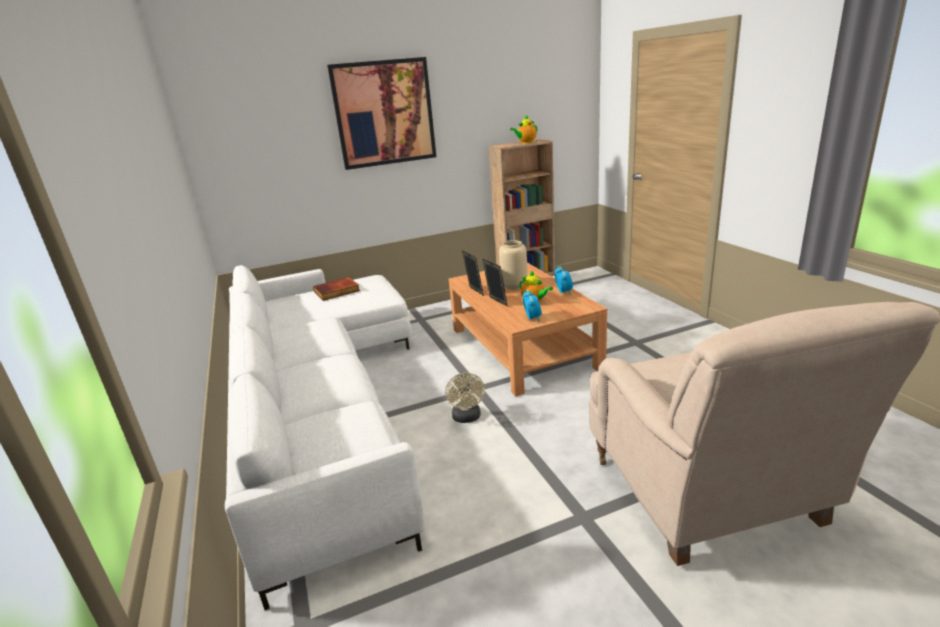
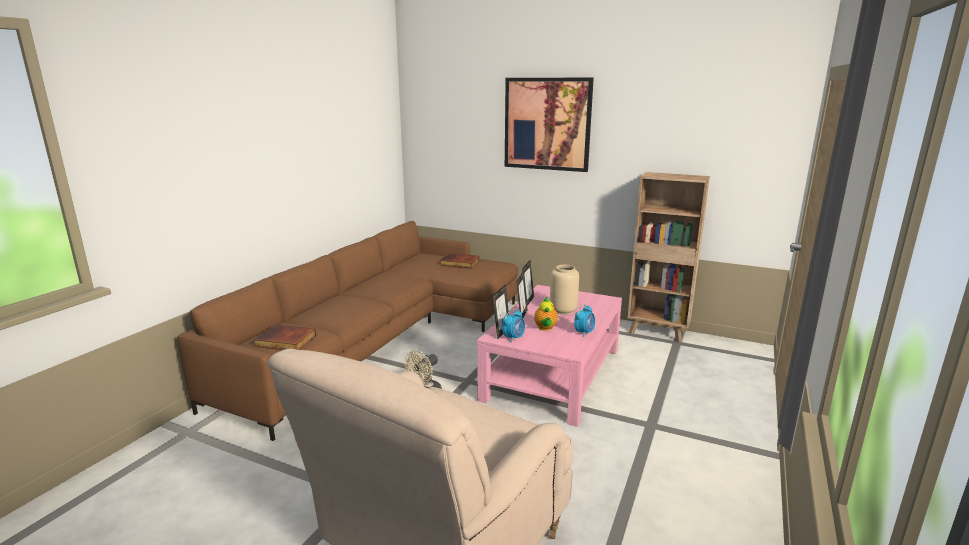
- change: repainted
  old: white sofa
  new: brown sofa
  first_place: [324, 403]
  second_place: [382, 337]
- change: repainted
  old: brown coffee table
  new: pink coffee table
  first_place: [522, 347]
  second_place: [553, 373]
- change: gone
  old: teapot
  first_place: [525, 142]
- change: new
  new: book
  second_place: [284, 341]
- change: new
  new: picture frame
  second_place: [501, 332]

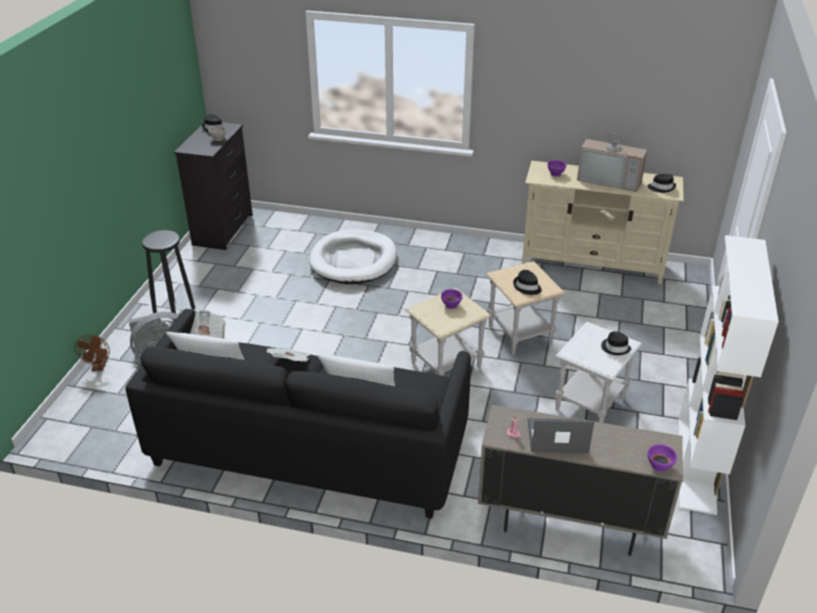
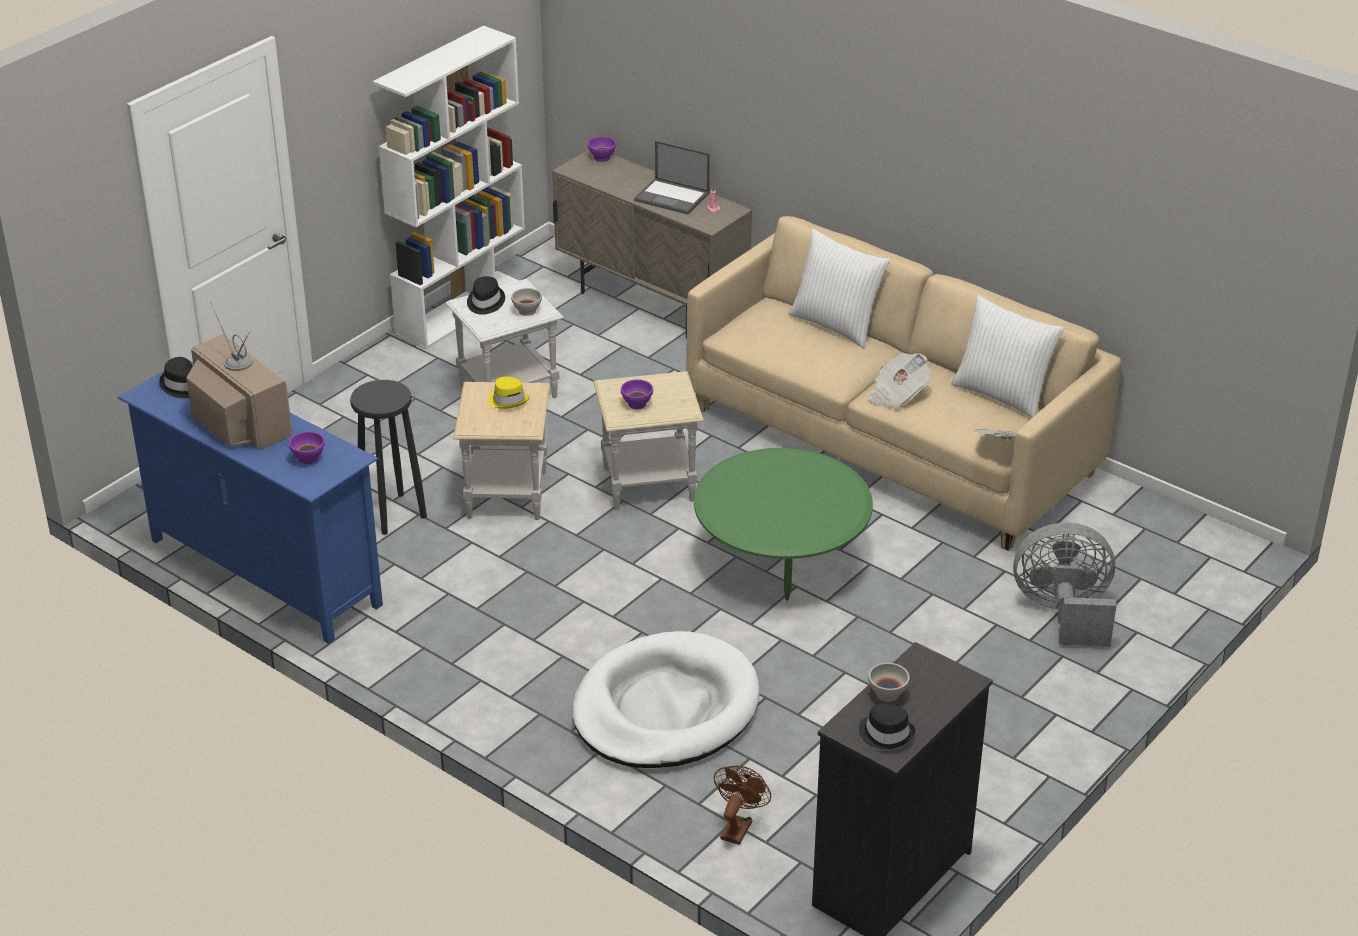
- change: shifted
  old: brown fan
  first_place: [99, 367]
  second_place: [738, 826]
- change: repainted
  old: black sofa
  new: beige sofa
  first_place: [309, 447]
  second_place: [892, 441]
- change: shifted
  old: black stool
  first_place: [174, 311]
  second_place: [392, 514]
- change: repainted
  old: black hat
  new: yellow hat
  first_place: [527, 287]
  second_place: [508, 399]
- change: repainted
  old: beige tv stand
  new: blue tv stand
  first_place: [592, 264]
  second_place: [263, 572]
- change: new
  new: white bowl
  second_place: [527, 311]
- change: new
  new: green coffee table
  second_place: [781, 560]

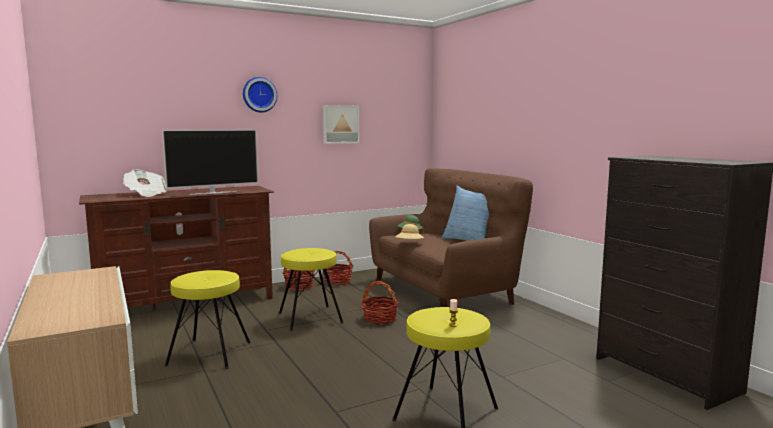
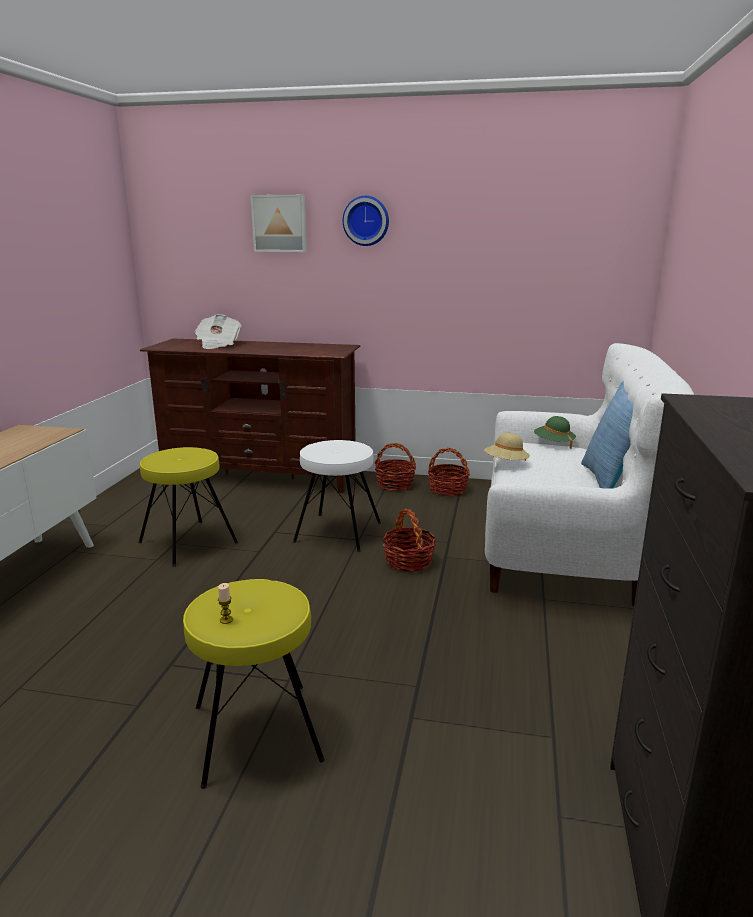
- change: gone
  old: television
  first_place: [213, 193]
- change: repainted
  old: yellow stool
  new: white stool
  first_place: [310, 318]
  second_place: [337, 532]
- change: shifted
  old: picture
  first_place: [340, 124]
  second_place: [280, 223]
- change: repainted
  old: brown sofa
  new: white sofa
  first_place: [445, 291]
  second_place: [565, 547]

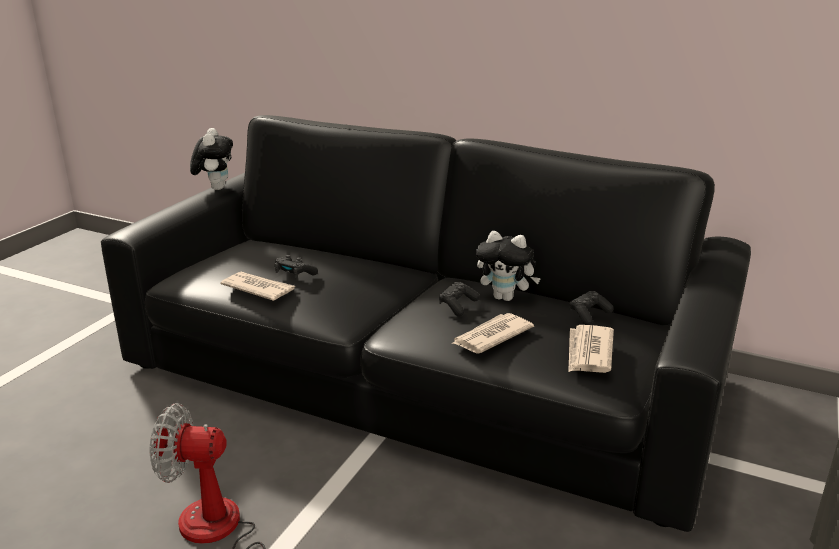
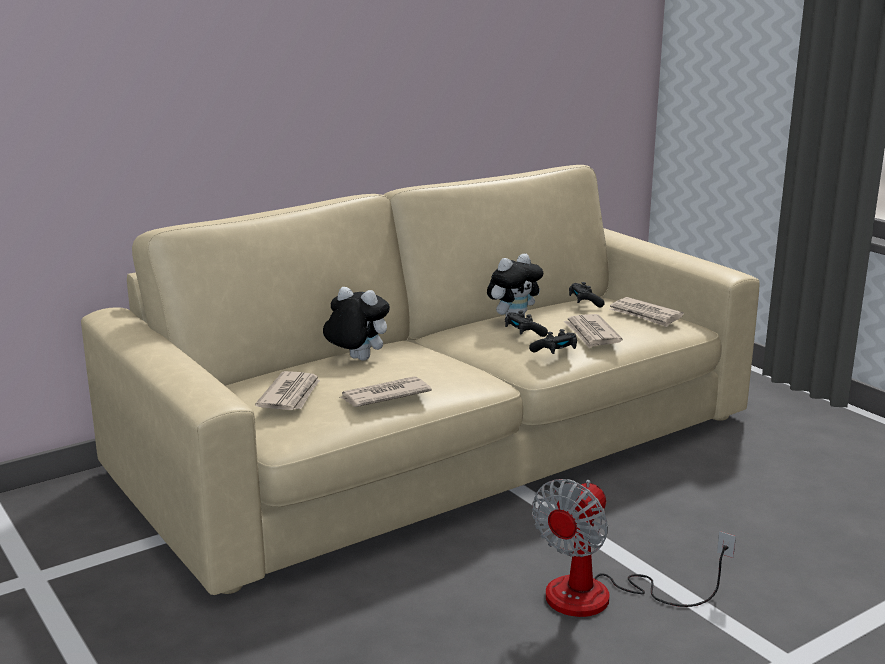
- change: repainted
  old: black sofa
  new: beige sofa
  first_place: [420, 374]
  second_place: [441, 445]
- change: shifted
  old: plush toy
  first_place: [215, 188]
  second_place: [356, 360]
- change: shifted
  old: black game controller
  first_place: [294, 274]
  second_place: [555, 351]
- change: new
  new: newspaper
  second_place: [291, 395]

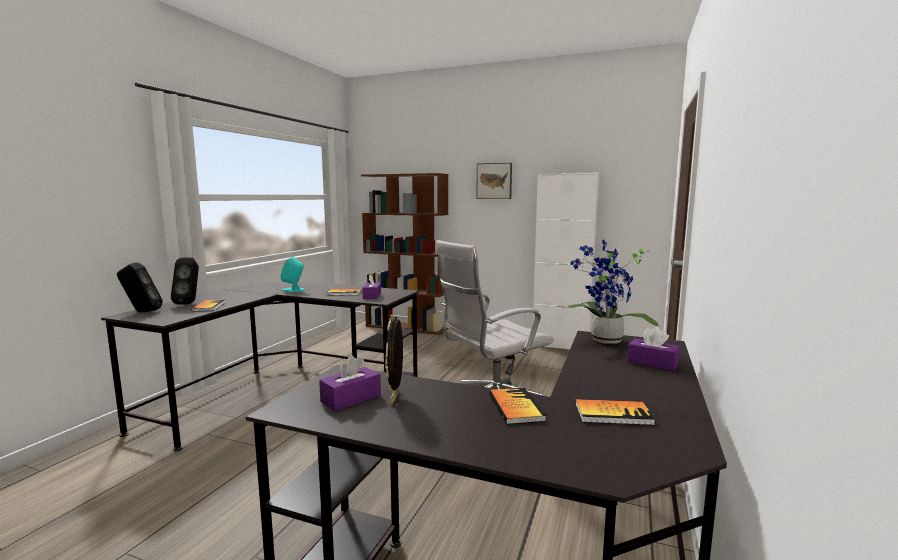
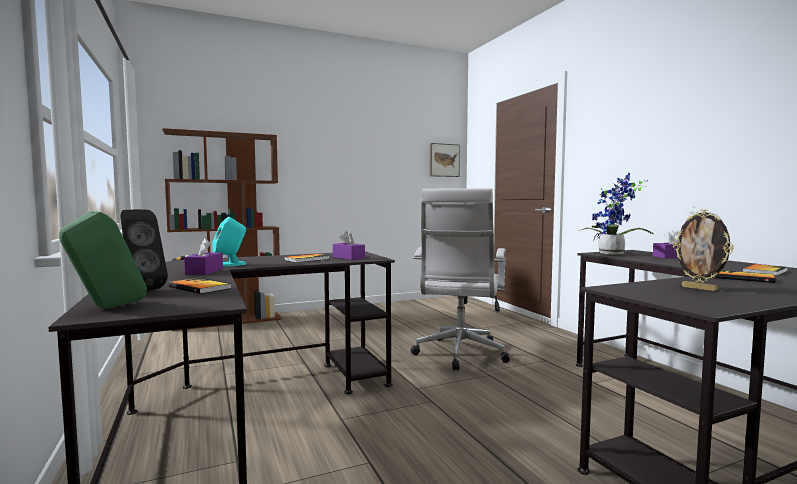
- change: repainted
  old: black speaker
  new: green speaker
  first_place: [141, 312]
  second_place: [106, 308]
- change: shifted
  old: purple tissue box
  first_place: [351, 398]
  second_place: [204, 271]
- change: shifted
  old: picture
  first_place: [494, 181]
  second_place: [443, 160]
- change: gone
  old: white cabinet
  first_place: [561, 345]

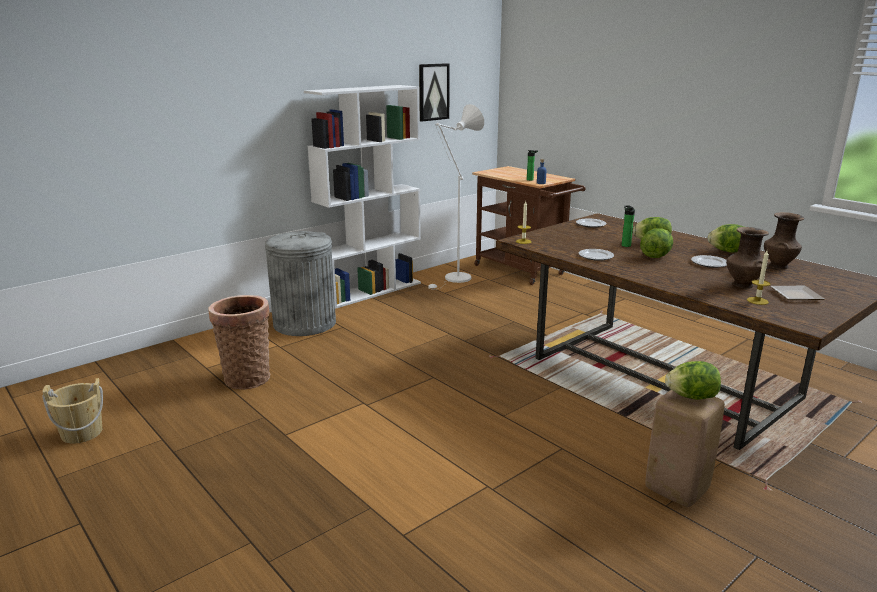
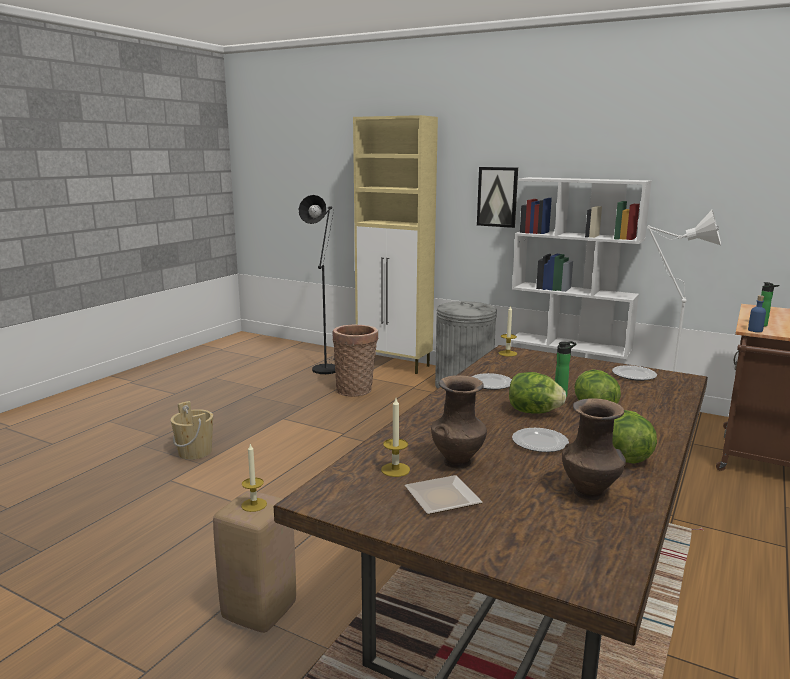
- change: shifted
  old: beige bucket
  first_place: [82, 433]
  second_place: [195, 452]
- change: shifted
  old: picture
  first_place: [433, 92]
  second_place: [497, 197]
- change: swapped
  old: lettuce
  new: candle
  first_place: [691, 397]
  second_place: [254, 505]
- change: new
  new: black floor lamp
  second_place: [326, 368]
- change: new
  new: beige cabinet
  second_place: [395, 365]

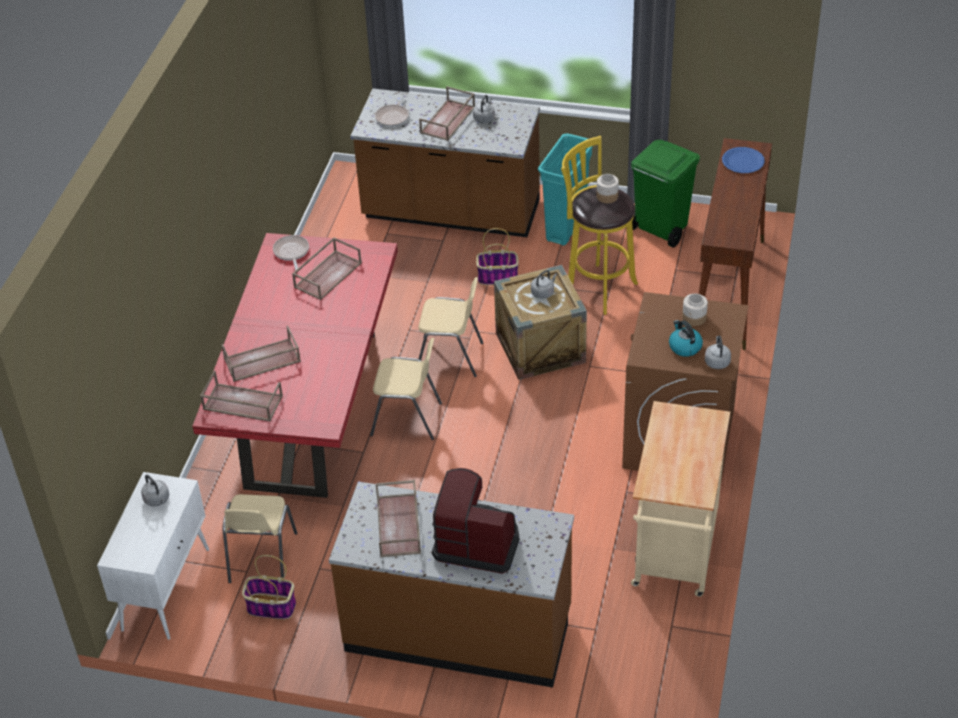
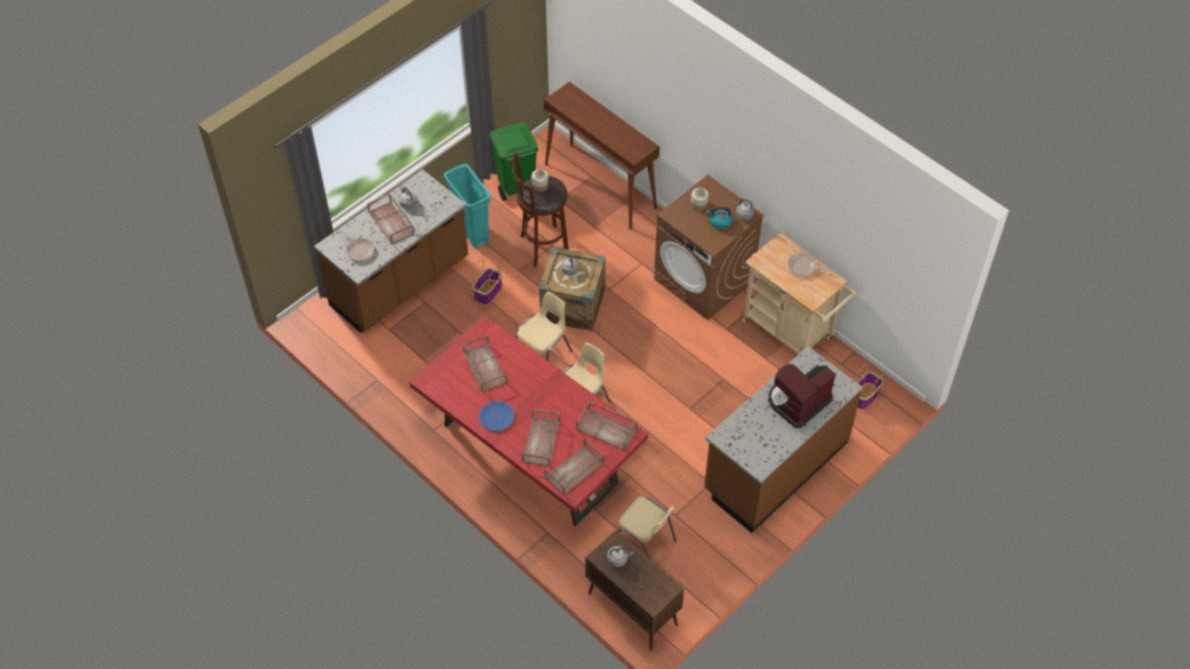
- change: repainted
  old: white cabinet
  new: brown cabinet
  first_place: [166, 588]
  second_place: [631, 609]
- change: shifted
  old: basket
  first_place: [270, 607]
  second_place: [864, 397]
- change: shifted
  old: frying pan
  first_place: [291, 252]
  second_place: [803, 267]
- change: shifted
  old: brown tray
  first_place: [399, 525]
  second_place: [607, 429]
- change: repainted
  old: yellow stool
  new: brown stool
  first_place: [597, 287]
  second_place: [542, 247]
- change: shifted
  old: blue plate
  first_place: [743, 161]
  second_place: [496, 417]

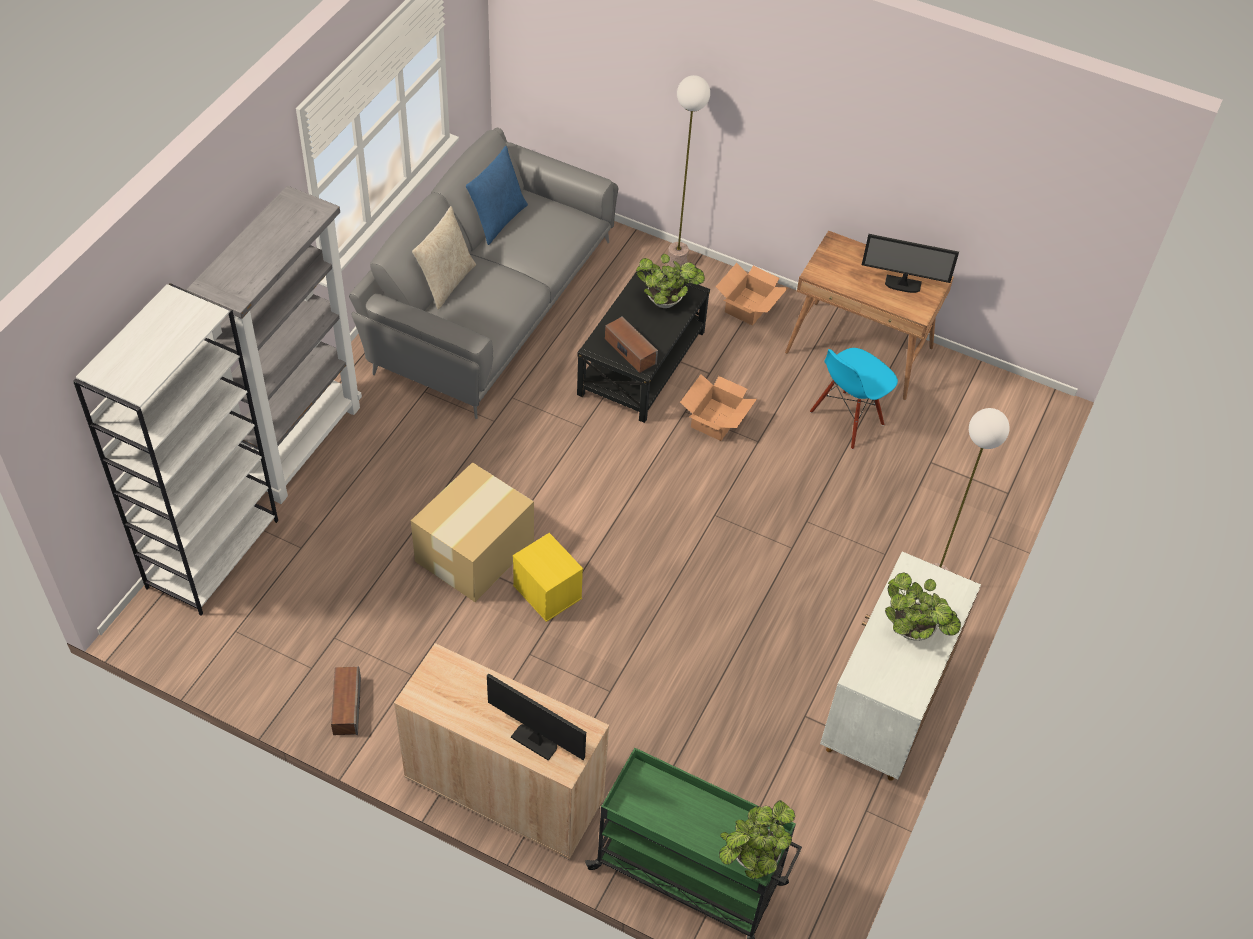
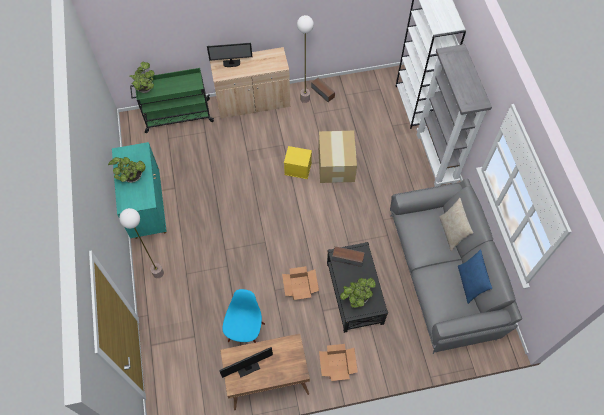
- change: shifted
  old: floor lamp
  first_place: [677, 264]
  second_place: [305, 98]
- change: repainted
  old: white cabinet
  new: turquoise cabinet
  first_place: [883, 711]
  second_place: [147, 208]

